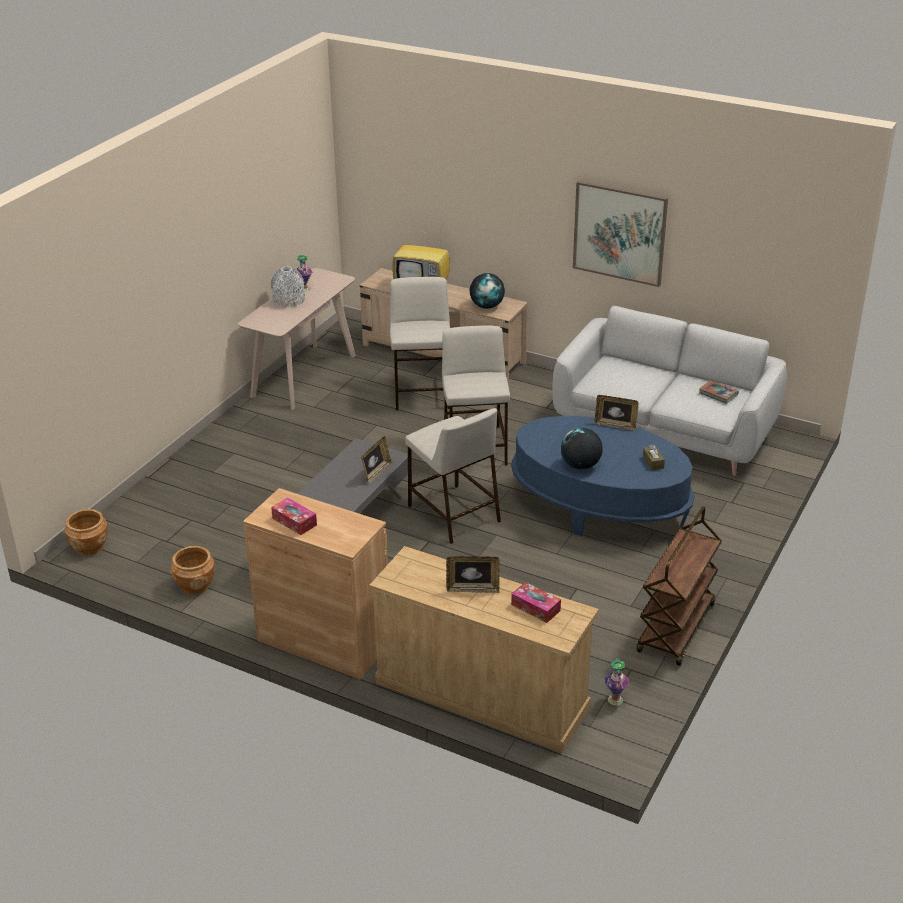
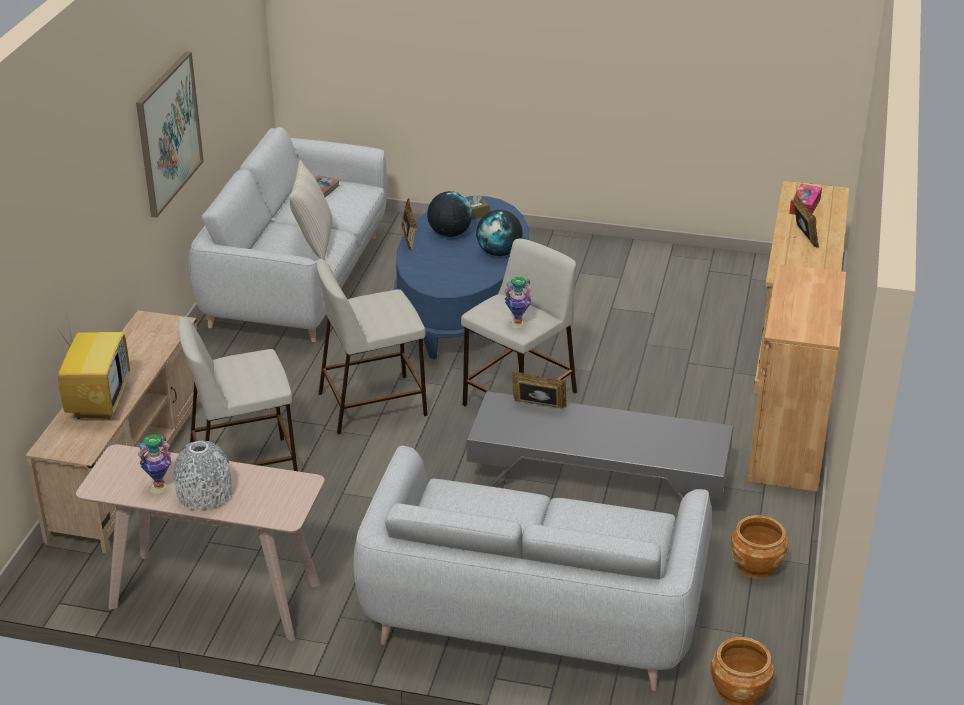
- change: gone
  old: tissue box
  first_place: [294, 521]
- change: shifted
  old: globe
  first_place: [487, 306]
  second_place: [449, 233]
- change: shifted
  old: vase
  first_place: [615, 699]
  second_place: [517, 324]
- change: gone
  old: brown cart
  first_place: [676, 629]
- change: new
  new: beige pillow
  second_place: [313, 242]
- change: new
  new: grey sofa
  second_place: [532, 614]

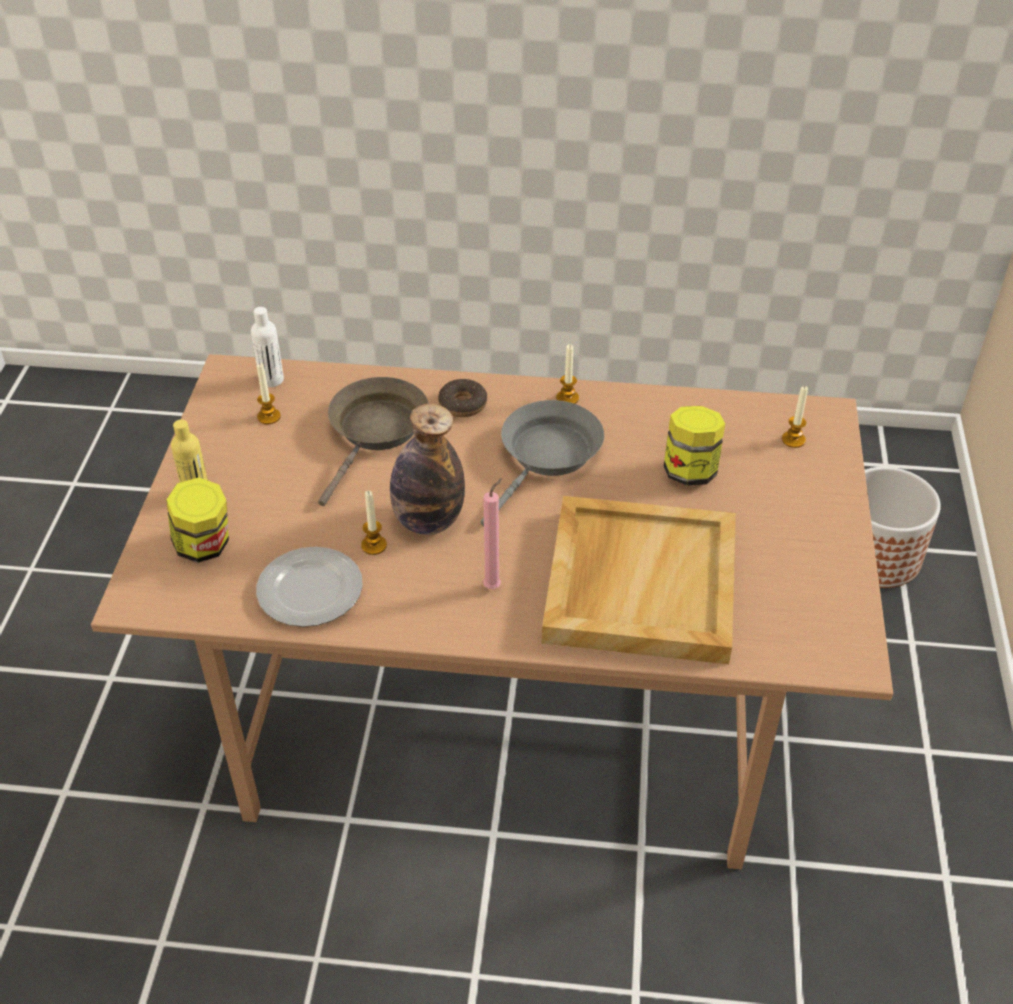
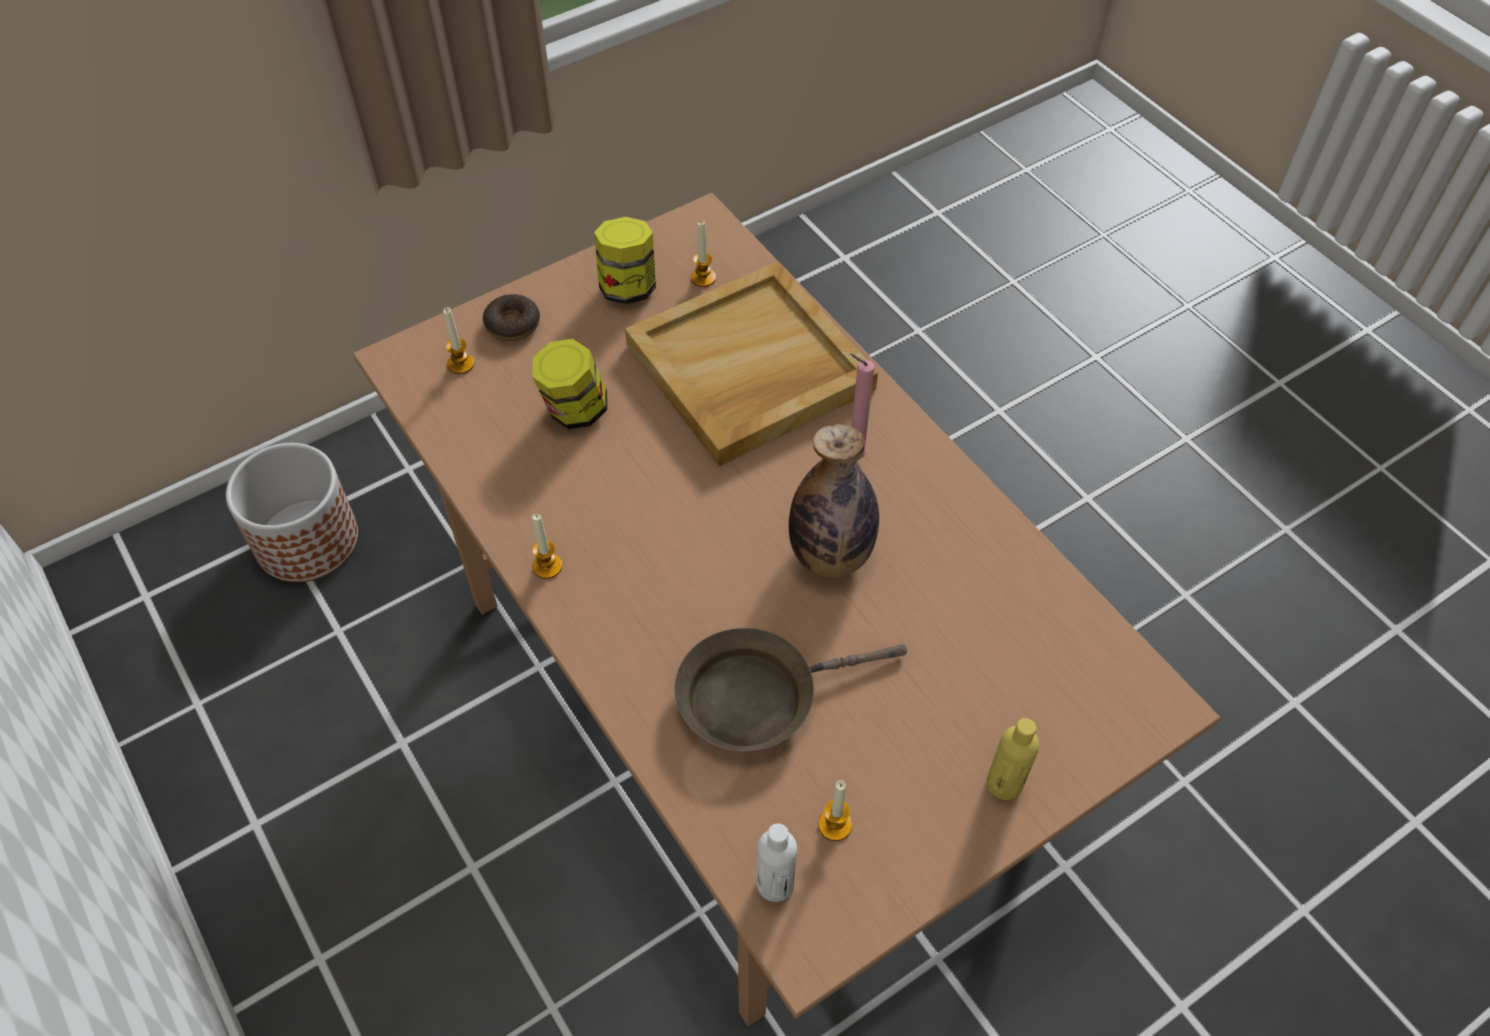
- change: shifted
  old: jar
  first_place: [204, 546]
  second_place: [628, 287]
- change: gone
  old: plate
  first_place: [309, 591]
- change: shifted
  old: candle
  first_place: [374, 545]
  second_place: [703, 278]
- change: shifted
  old: donut
  first_place: [462, 404]
  second_place: [512, 324]
- change: gone
  old: grey frying pan
  first_place: [547, 456]

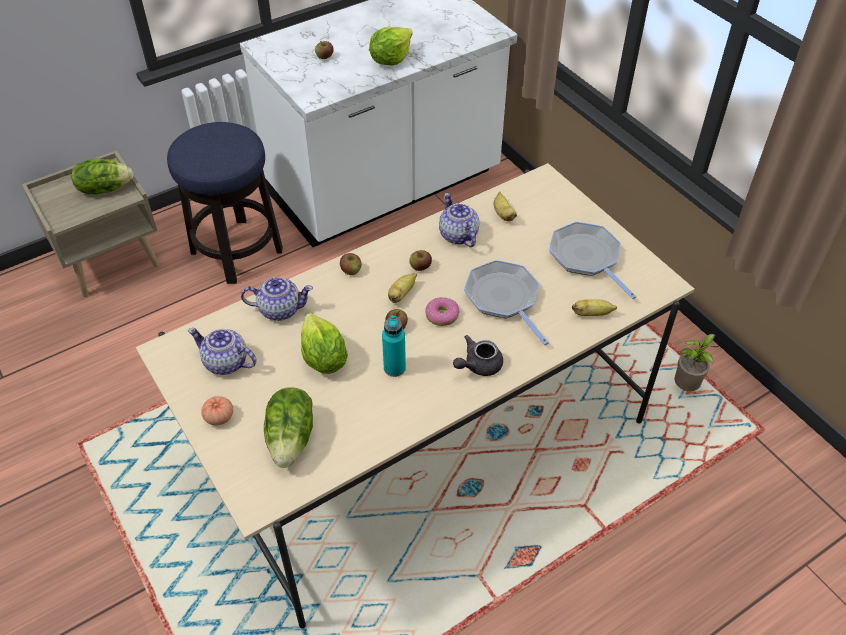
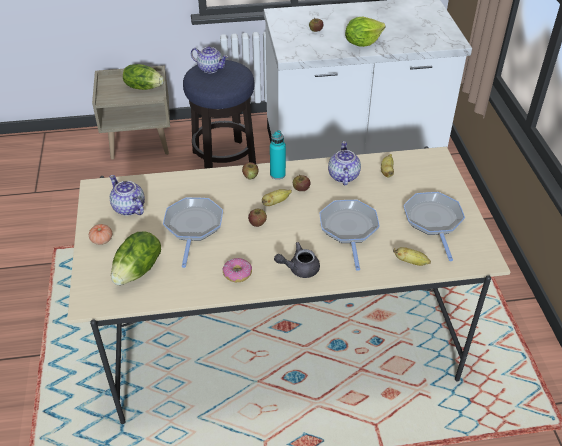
- change: shifted
  old: teapot
  first_place: [279, 309]
  second_place: [210, 68]
- change: swapped
  old: lettuce
  new: frying pan
  first_place: [323, 359]
  second_place: [193, 227]
- change: shifted
  old: turquoise bottle
  first_place: [394, 368]
  second_place: [277, 174]
- change: shifted
  old: donut
  first_place: [442, 316]
  second_place: [237, 274]
- change: gone
  old: potted plant
  first_place: [686, 387]

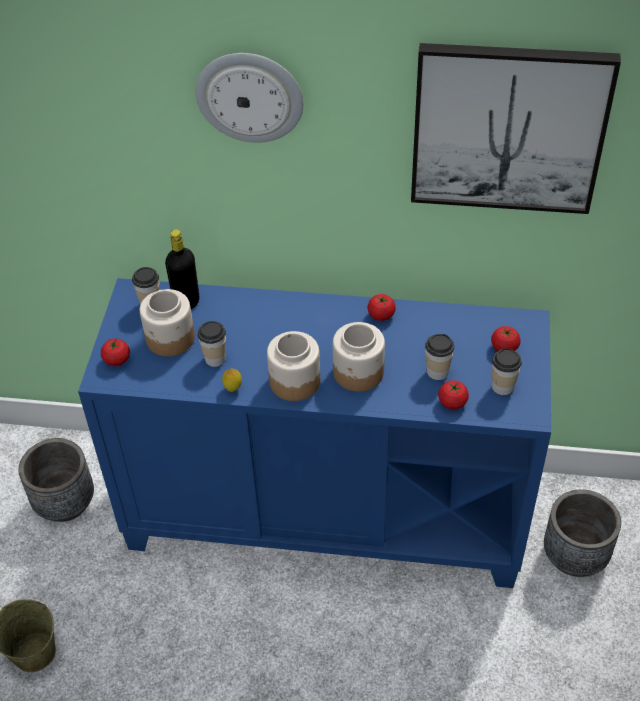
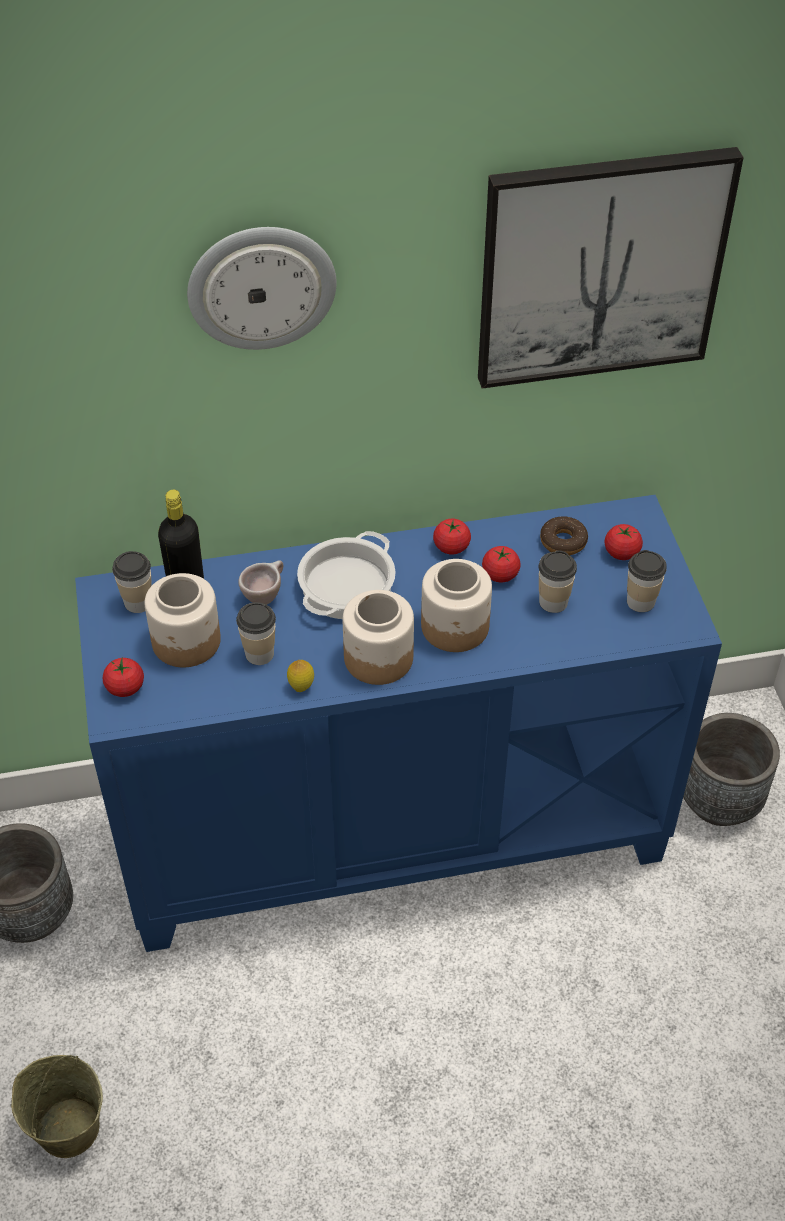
- change: shifted
  old: tomato
  first_place: [452, 402]
  second_place: [500, 575]
- change: new
  new: beige cup
  second_place: [265, 595]
- change: new
  new: cooking pot
  second_place: [347, 587]
- change: new
  new: donut
  second_place: [563, 541]

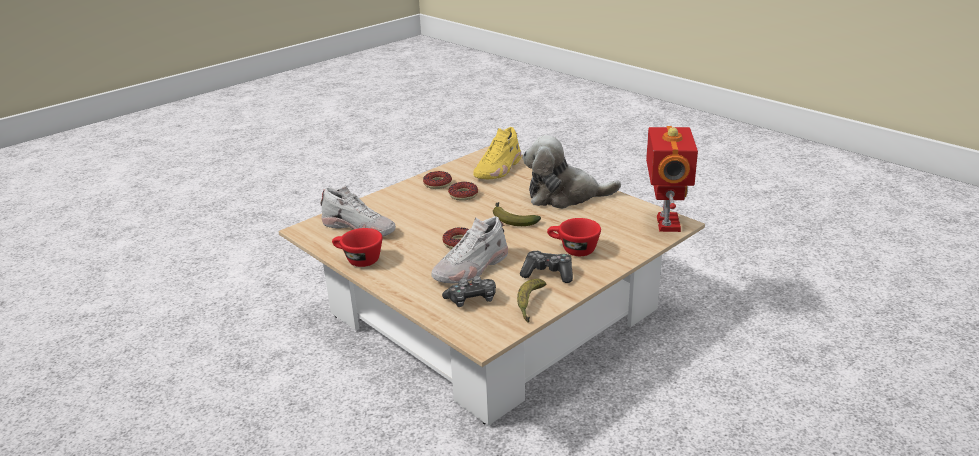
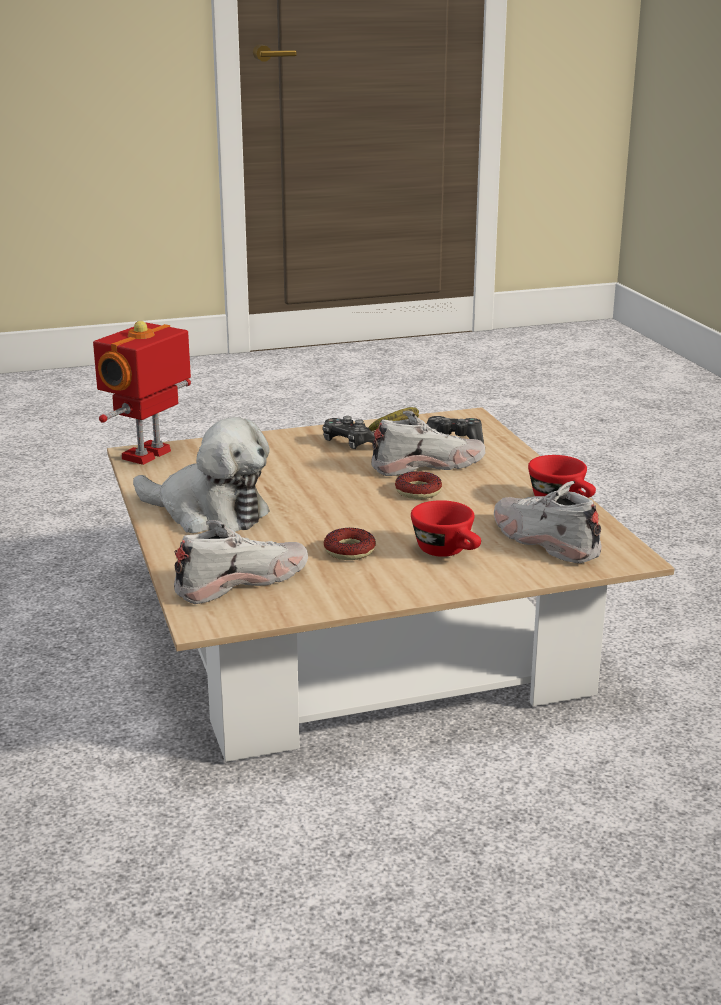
- change: gone
  old: donut
  first_place: [437, 184]
- change: repainted
  old: yellow shoe
  new: white shoe
  first_place: [498, 169]
  second_place: [241, 581]
- change: gone
  old: banana
  first_place: [512, 219]
- change: shifted
  old: red cup
  first_place: [573, 250]
  second_place: [449, 552]

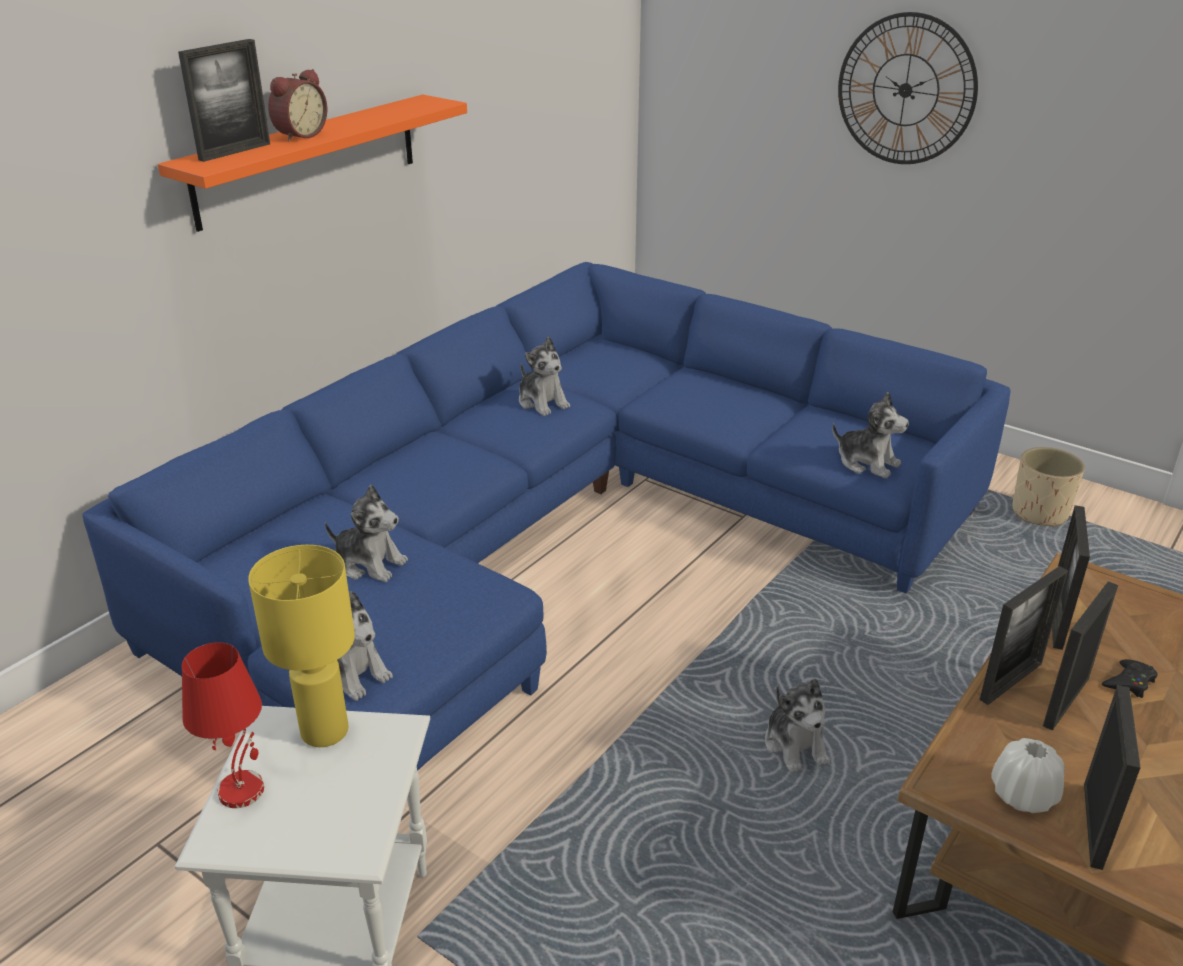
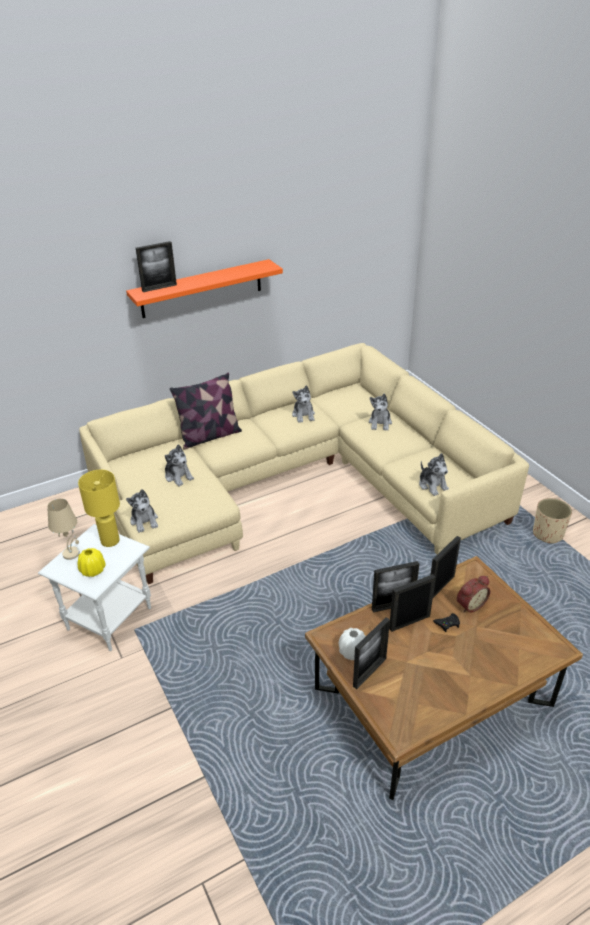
- change: repainted
  old: blue sofa
  new: beige sofa
  first_place: [560, 533]
  second_place: [297, 480]
- change: repainted
  old: red table lamp
  new: beige table lamp
  first_place: [242, 790]
  second_place: [71, 553]
- change: shifted
  old: alarm clock
  first_place: [299, 135]
  second_place: [469, 604]
- change: shifted
  old: plush toy
  first_place: [795, 745]
  second_place: [380, 423]
- change: gone
  old: wall clock
  first_place: [905, 90]
- change: new
  new: yellow vase
  second_place: [93, 570]
- change: new
  new: pillow
  second_place: [209, 436]

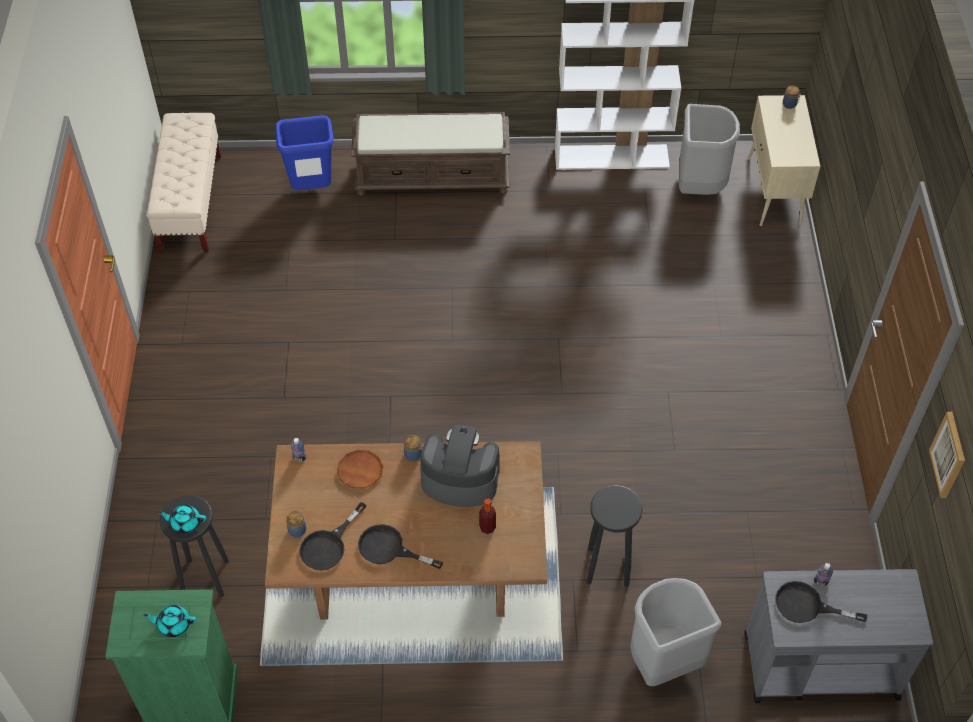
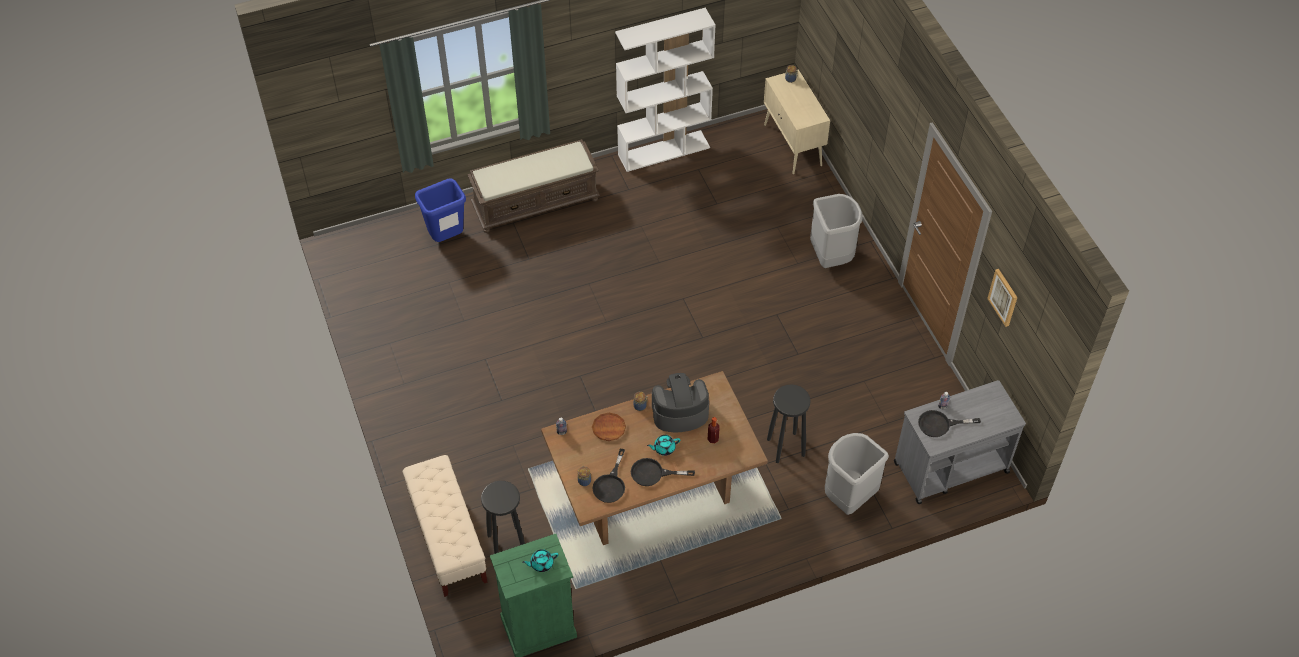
- change: shifted
  old: beige bench
  first_place: [191, 203]
  second_place: [448, 539]
- change: shifted
  old: turquoise teapot
  first_place: [185, 523]
  second_place: [664, 448]
- change: shifted
  old: grey trash can
  first_place: [699, 187]
  second_place: [831, 257]

